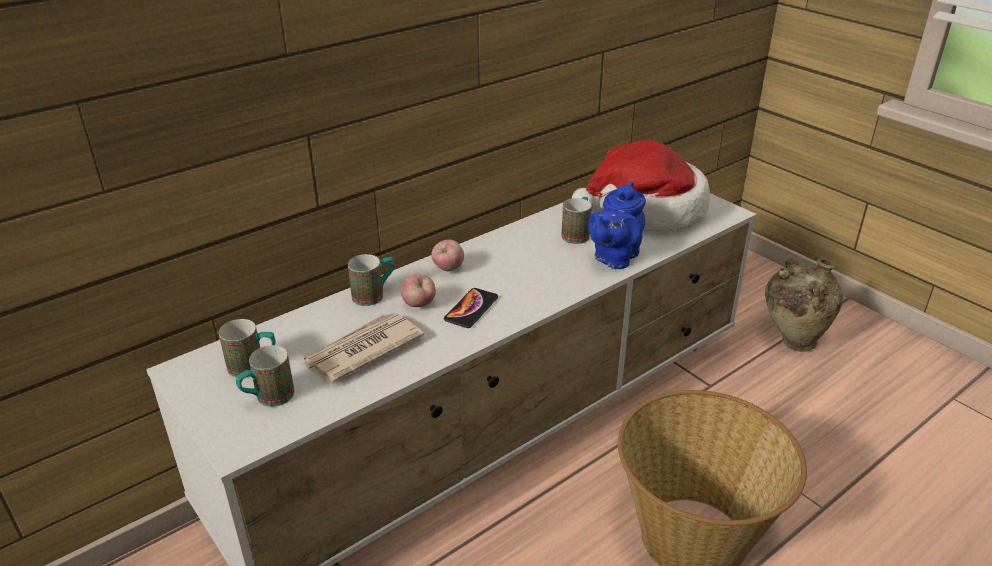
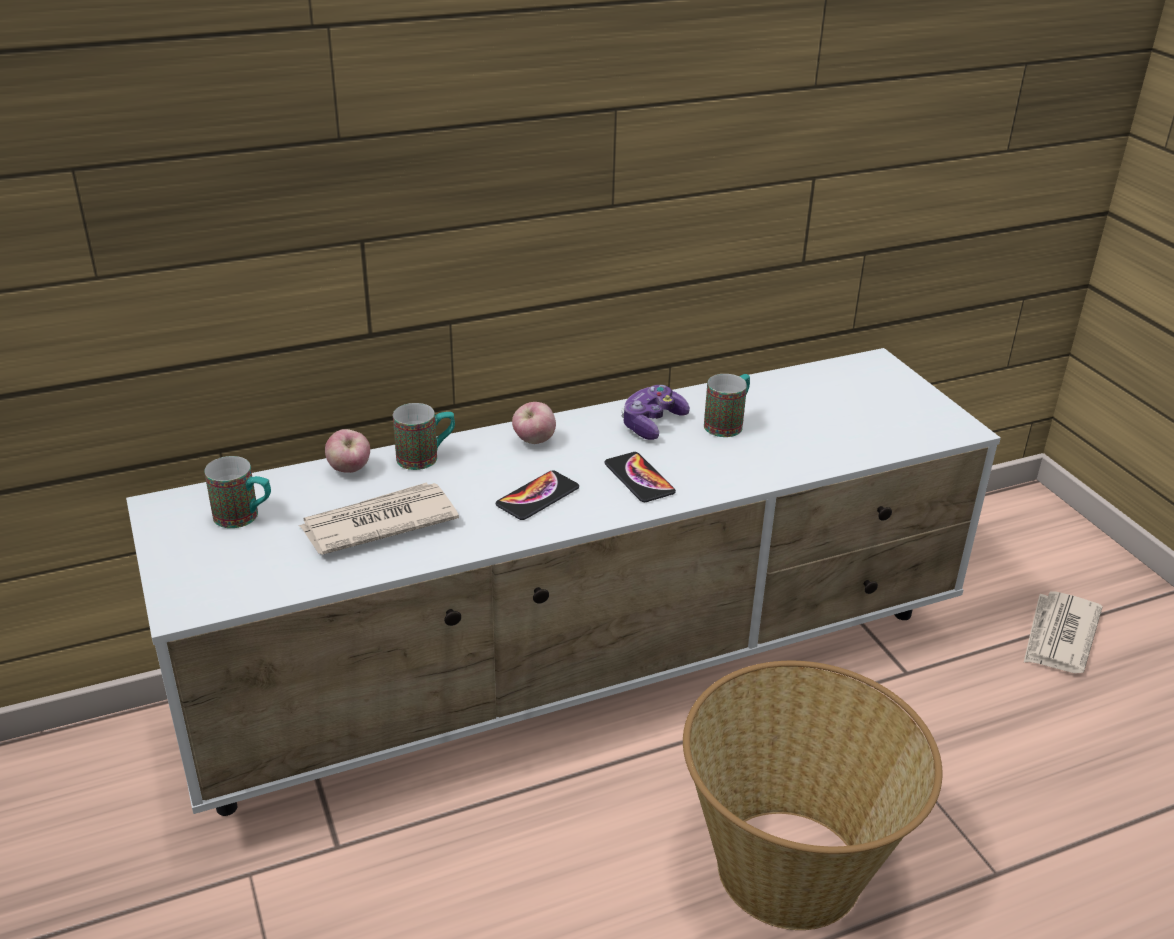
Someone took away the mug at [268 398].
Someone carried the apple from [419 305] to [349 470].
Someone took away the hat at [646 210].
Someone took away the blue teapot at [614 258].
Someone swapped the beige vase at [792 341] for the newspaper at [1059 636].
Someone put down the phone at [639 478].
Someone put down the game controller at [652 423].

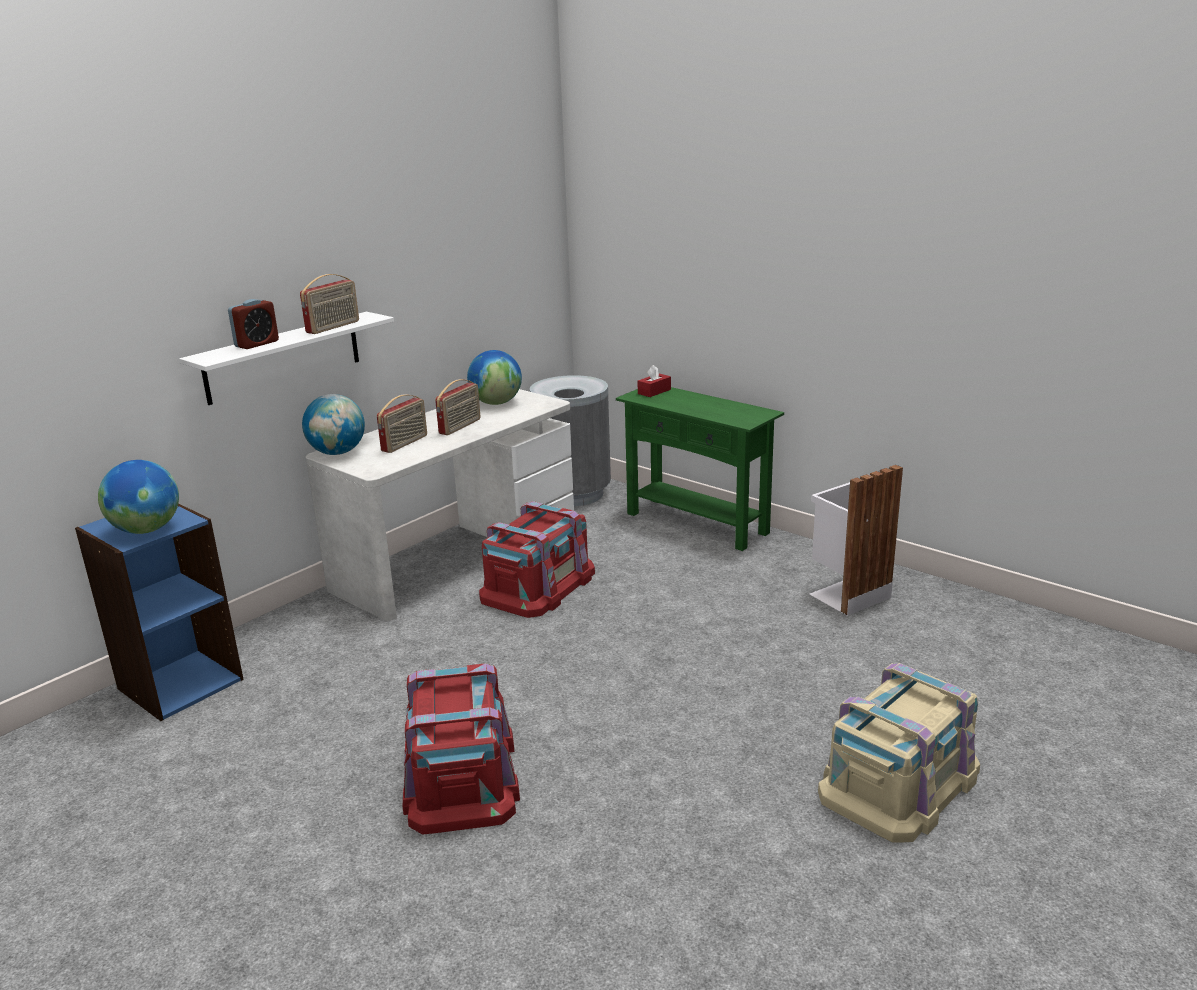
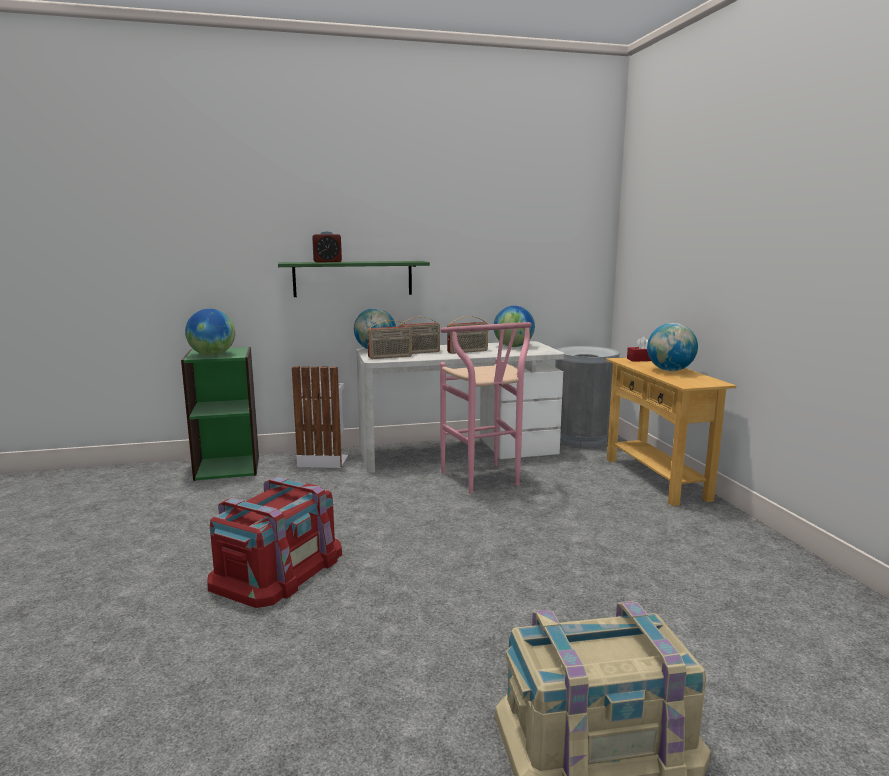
Someone repainted the blue bookcase at [180 683], which became the green bookcase at [228 467].
Someone repainted the white shelf at [283 357], which became the green shelf at [353 278].
Someone carried the radio from [333 327] to [390 357].
Someone swapped the red storage box at [538 585] for the pink stool at [485 481].
Someone repainted the green console table at [696 523], which became the beige console table at [655 478].
Someone carried the white trash can from [846 594] to [323 459].
Someone put down the globe at [670 370].

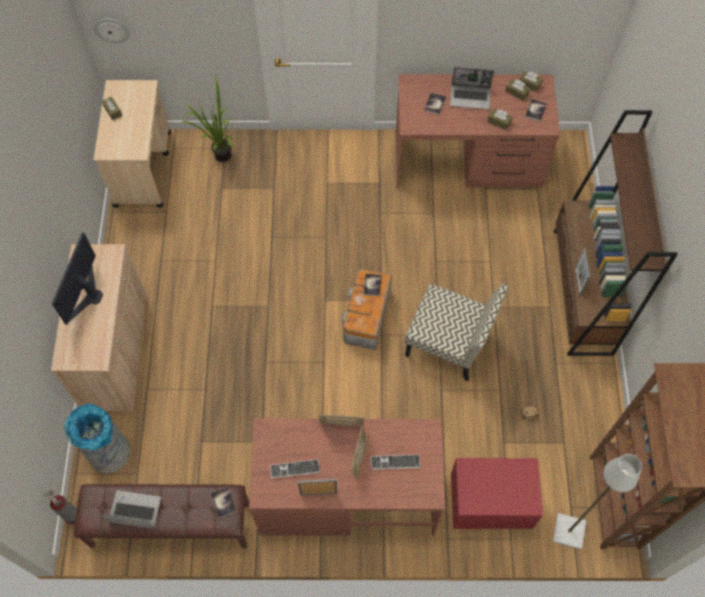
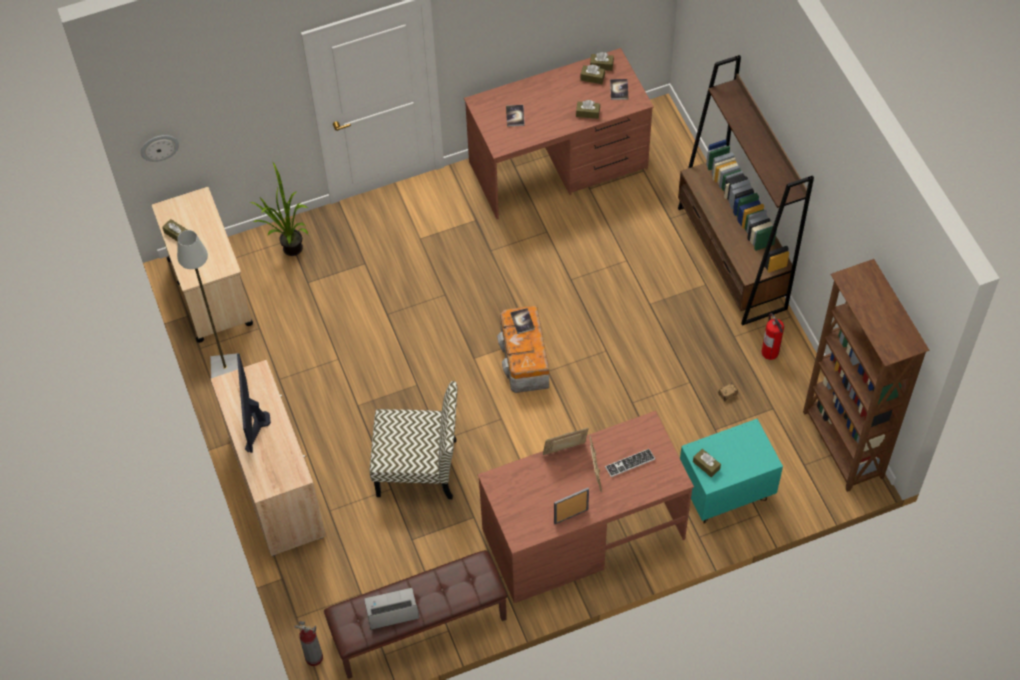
Someone took away the grey trash can at [109 452].
Someone took away the book at [223 502].
Someone took away the keyboard at [295 469].
Someone carried the chair from [449 343] to [419 467].
Someone took away the laptop at [470 97].
Someone repainted the red nightstand at [487 506], which became the turquoise nightstand at [725 494].
Someone carried the grey floor lamp from [568 530] to [225 368].
Someone took away the picture frame at [578 281].
Someone put down the brown tissue box at [706 465].
Someone put down the fire extinguisher at [769 352].

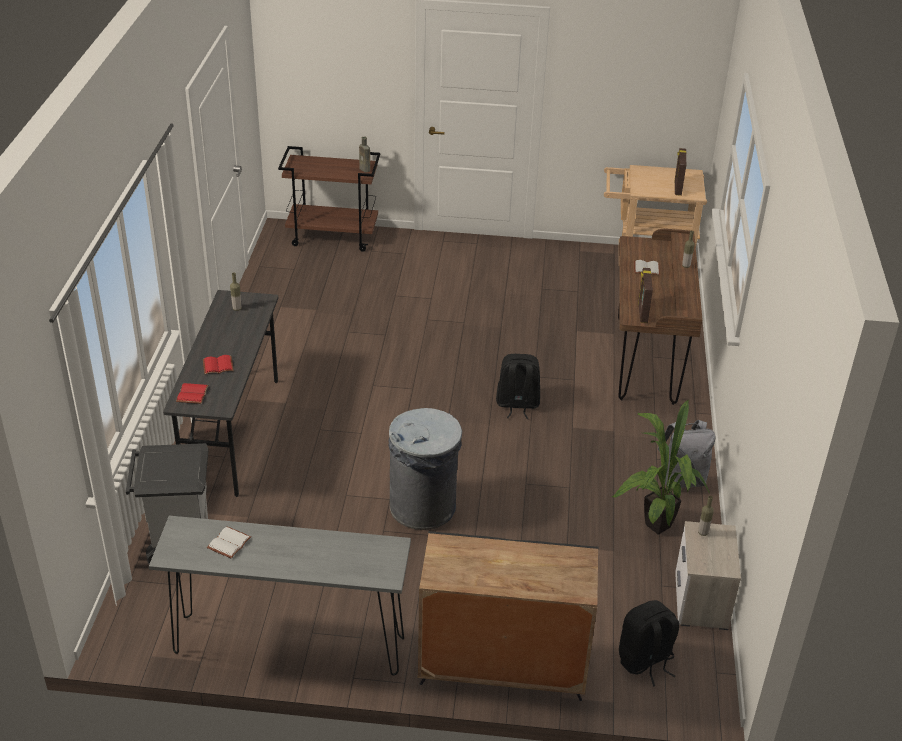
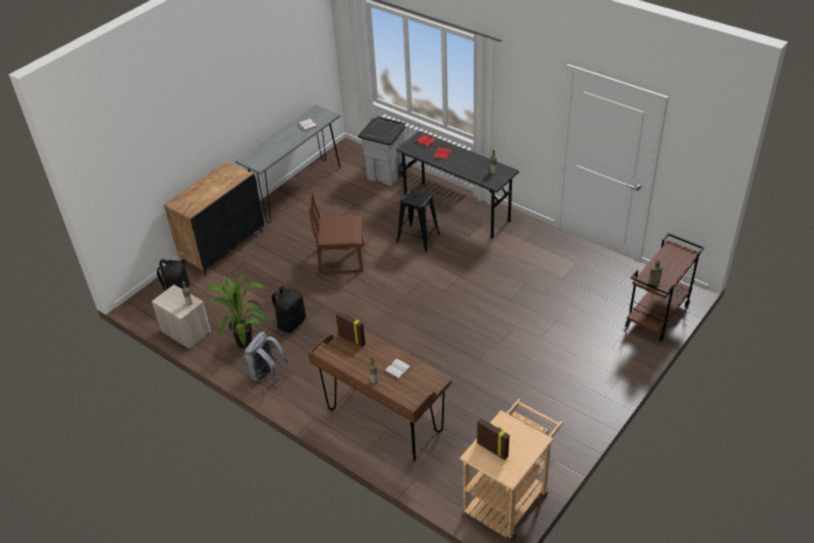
Someone swapped the grey trash can at [423 507] for the brown chair at [341 259].
Someone carried the black backpack from [517 404] to [291 323].
Someone put down the black stool at [418 238].

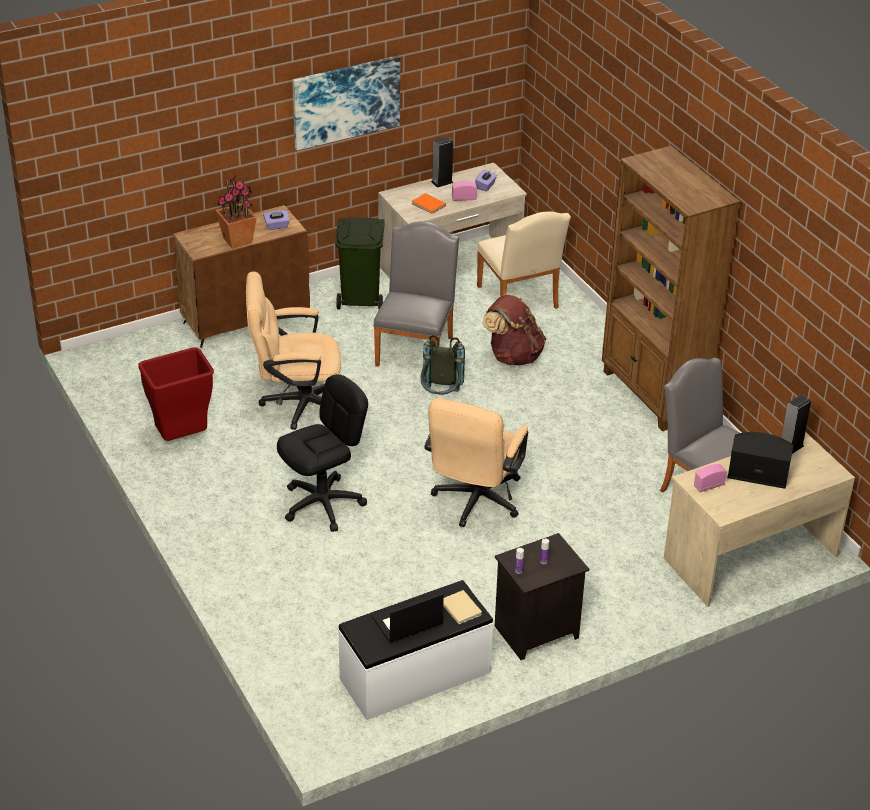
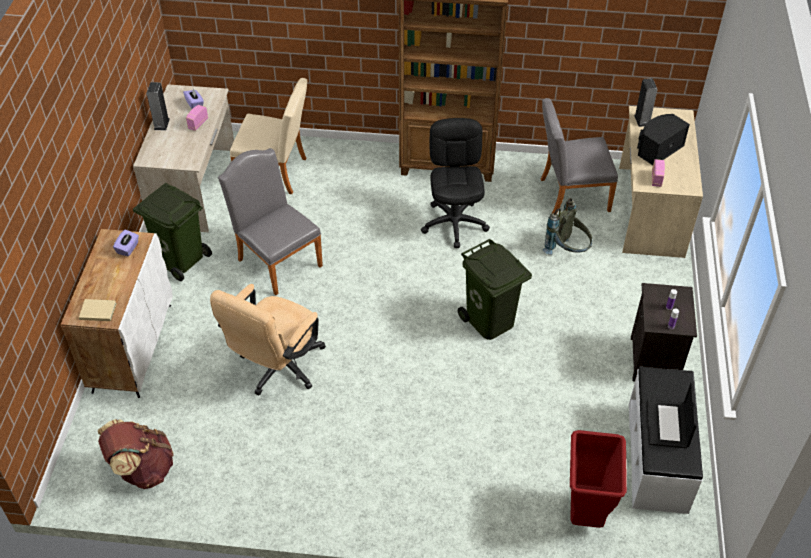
Someone carried the red trash can from [182 439] to [586 513].
Someone repainted the brown cabinet at [246 319], which became the white cabinet at [132 347].
Someone took away the potted plant at [237 240].
Someone carried the black office chair from [323 504] to [454 223].
Someone took away the picture at [346 101].
Someone took away the orange book at [428 205].
Someone carried the grey backpack from [440 397] to [567 251].
Someone swapped the beige office chair at [474 503] for the green trash can at [489 321].
Someone carried the beige book from [461 608] to [97 311].
Someone carried the brown backpack from [513 355] to [142 469].

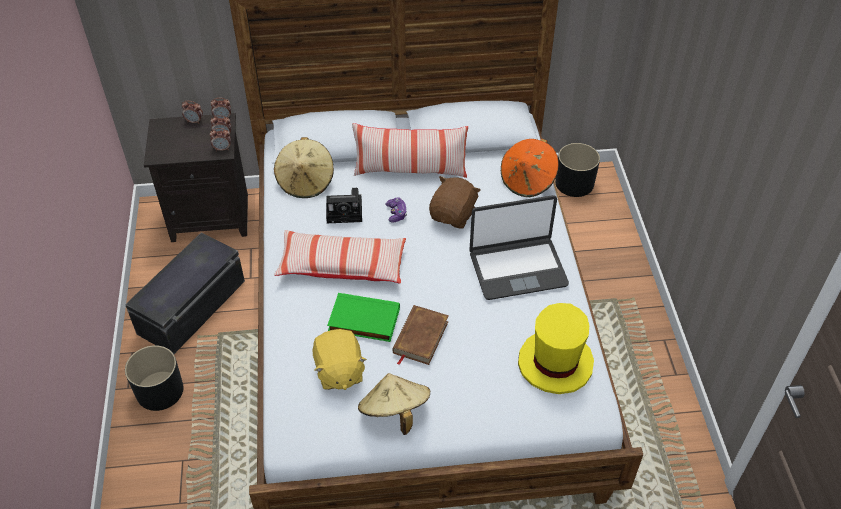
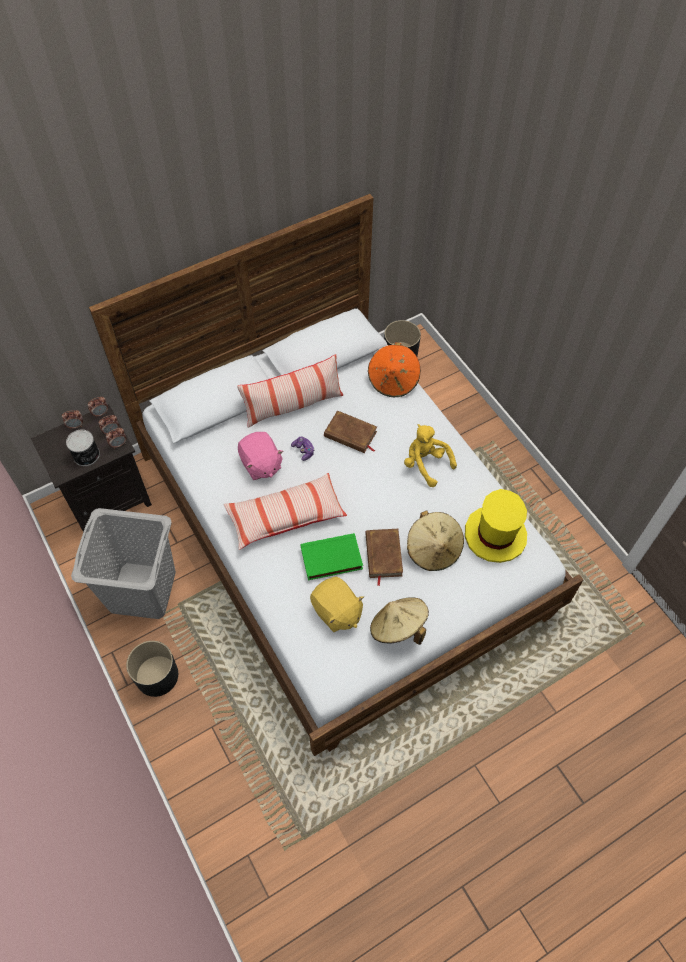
Someone swapped the black storage box at [193 307] for the grey laundry basket at [142 589].
Someone carried the beige hat from [306 182] to [433 549].
Someone swapped the photo camera at [346 211] for the pink plush toy at [260 464].
Someone swapped the brown plush toy at [453 215] for the brown book at [350 434].
Someone swapped the laptop at [517 268] for the yellow plush toy at [425 464].
Someone put down the can at [86 455].

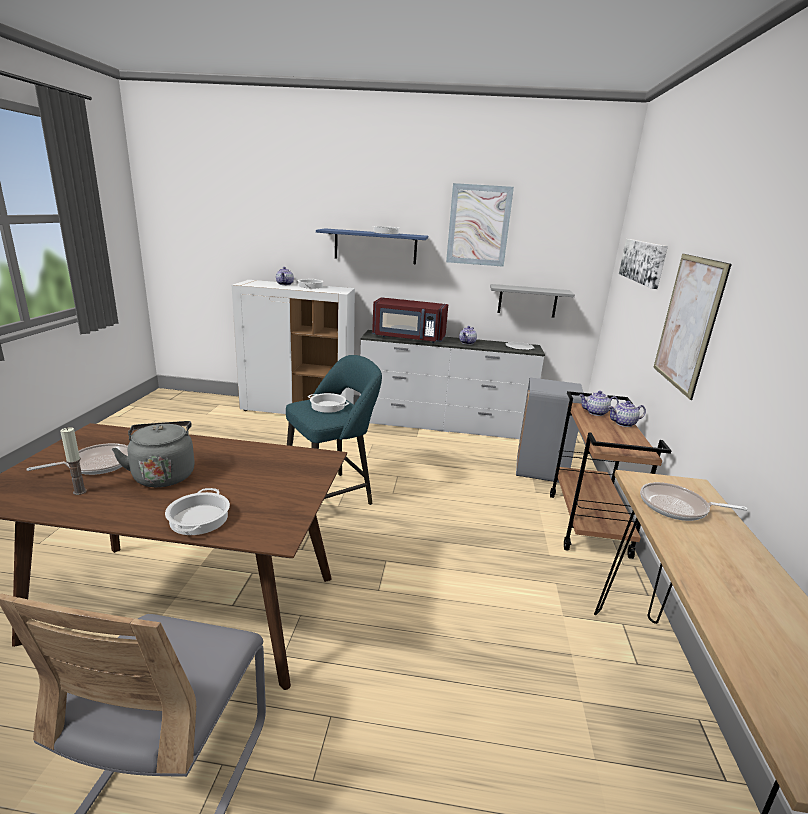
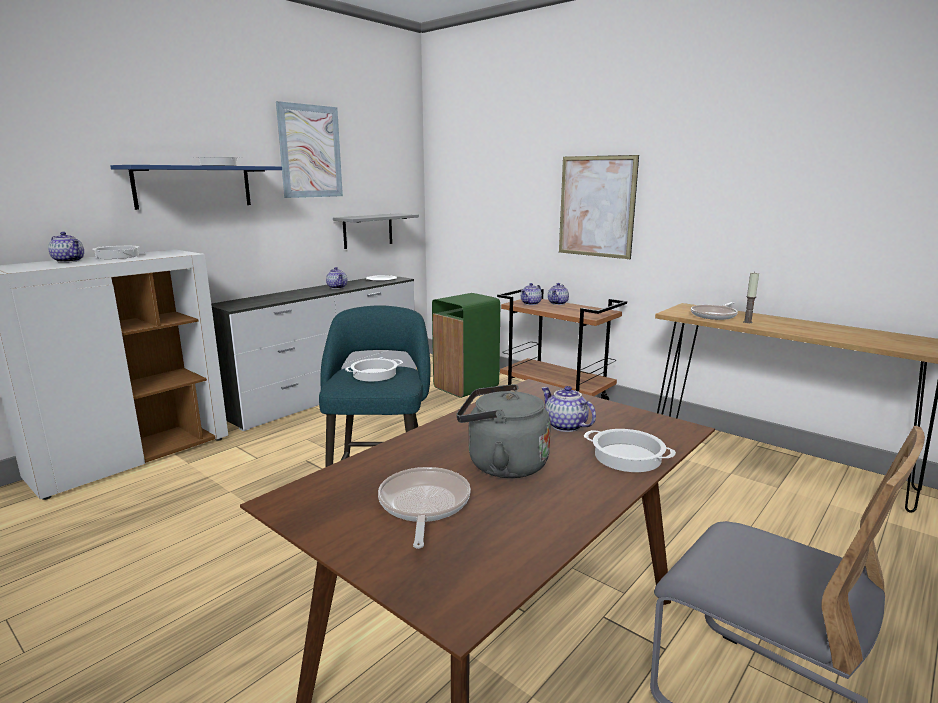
Someone carried the candle from [79 491] to [747 322].
Someone took away the red microwave at [408 338].
Someone repainted the grey trash can at [541 471], which became the green trash can at [467 387].
Someone took away the picture at [643 261].
Someone put down the teapot at [564 426].

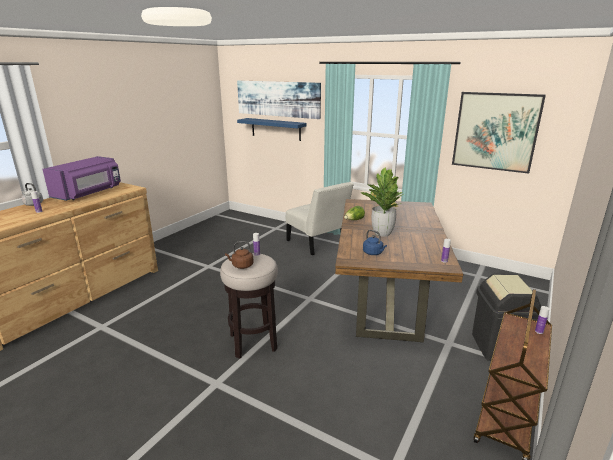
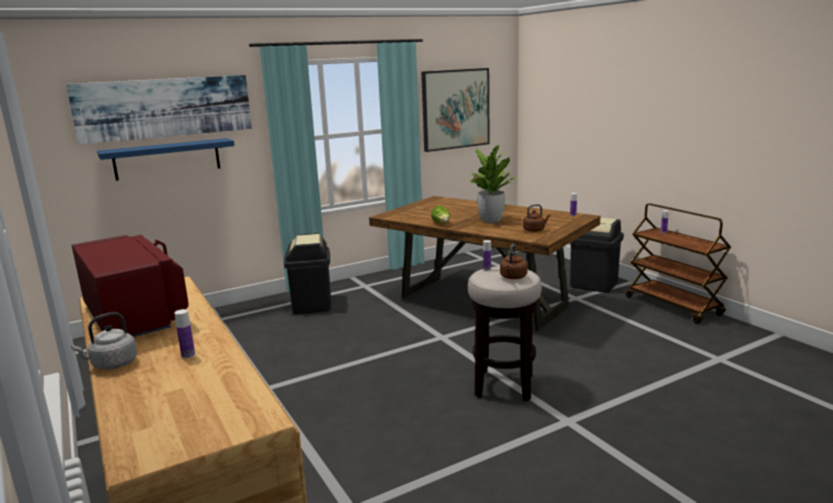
Someone repainted the purple microwave at [89 193], which became the red microwave at [136 315].
Someone swapped the white chair at [317 244] for the black trash can at [312 305].
Someone repainted the blue kettle at [373 253], which became the brown kettle at [535 230].

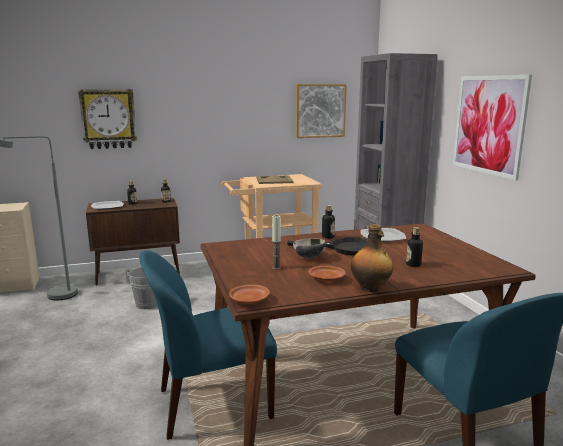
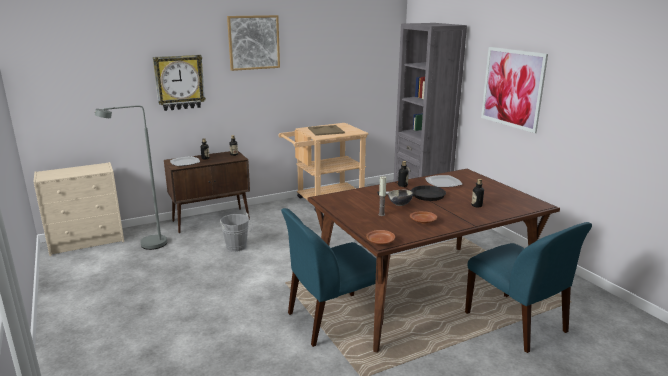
Someone carried the picture from [320 111] to [253 42].
Someone took away the bottle at [370 288].

